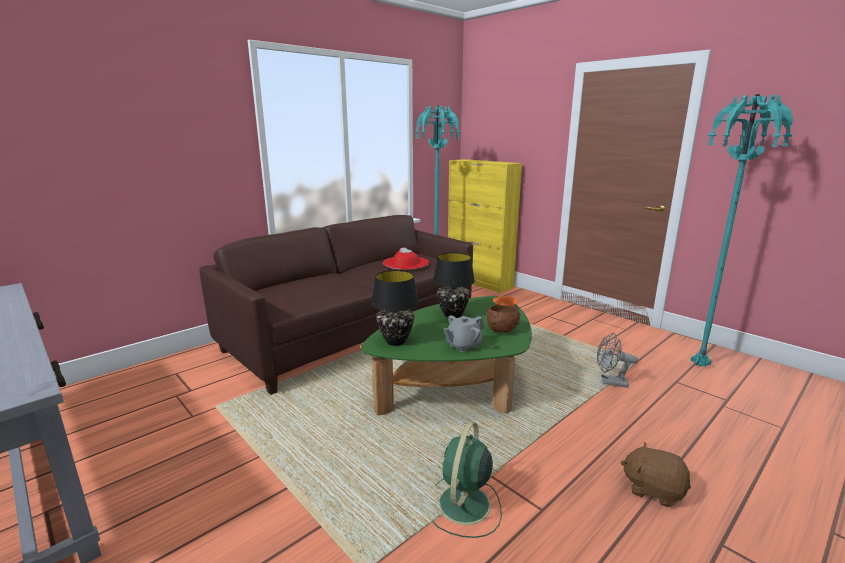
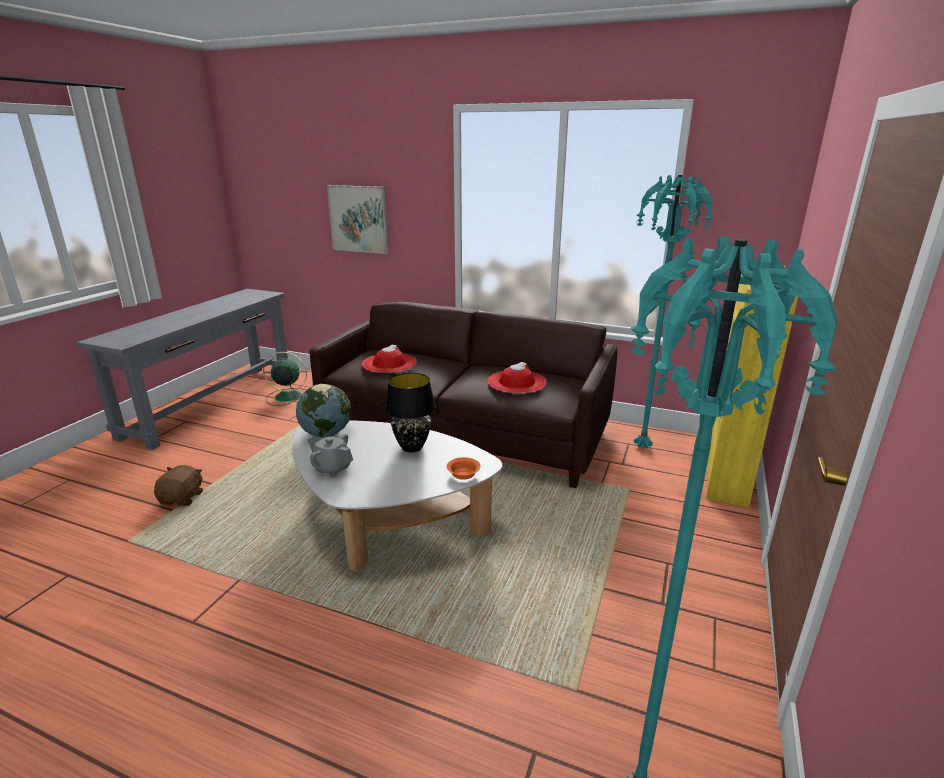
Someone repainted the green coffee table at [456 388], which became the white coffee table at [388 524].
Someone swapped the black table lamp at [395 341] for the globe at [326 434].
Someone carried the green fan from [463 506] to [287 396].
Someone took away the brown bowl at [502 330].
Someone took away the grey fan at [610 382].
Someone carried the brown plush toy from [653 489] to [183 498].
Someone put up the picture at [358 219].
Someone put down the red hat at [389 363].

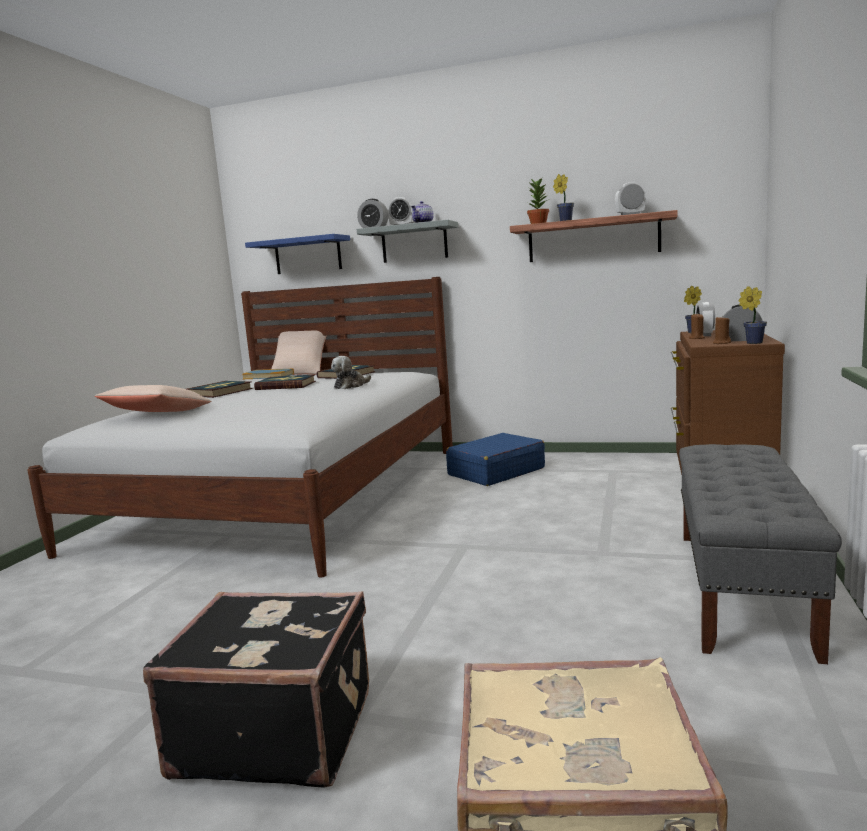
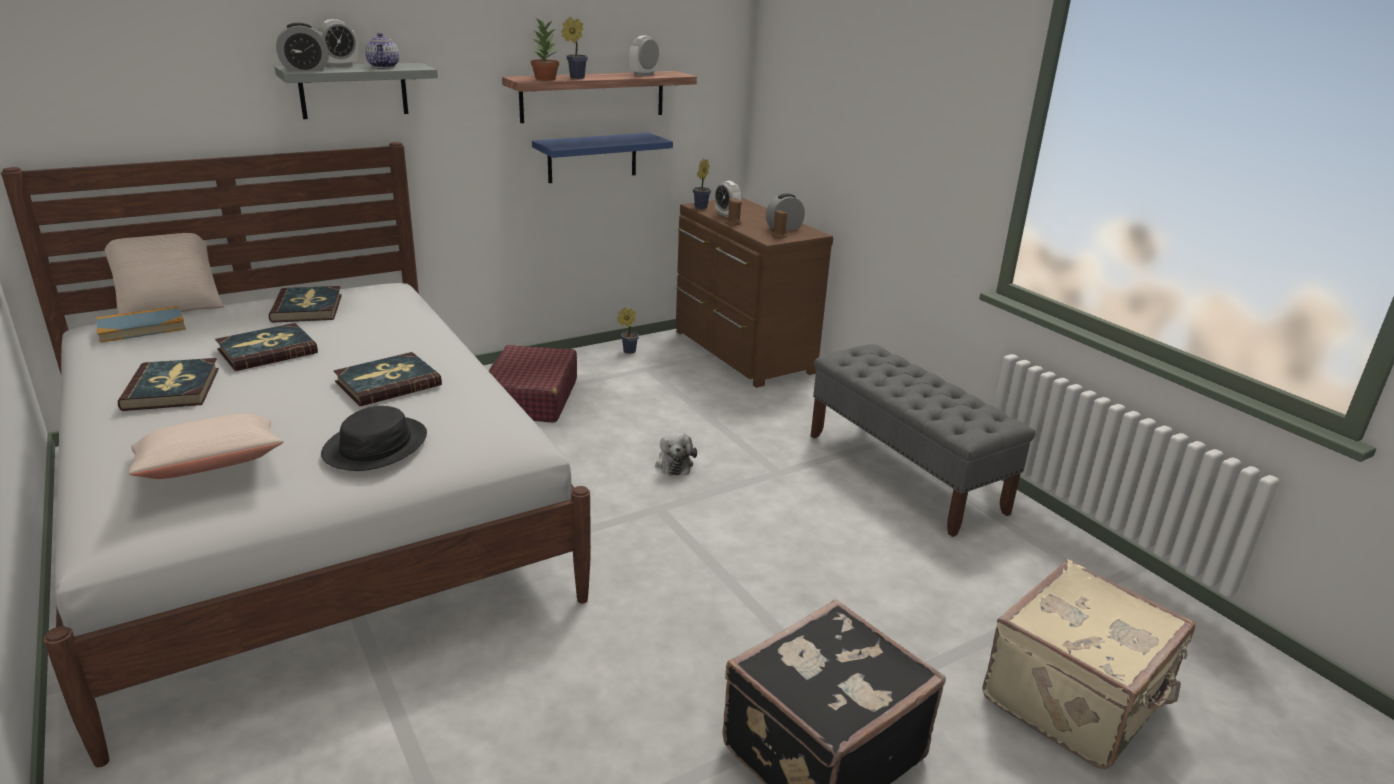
Someone carried the blue shelf from [308 255] to [592 157].
Someone carried the plush toy from [351 386] to [674 463].
Someone repainted the blue suitcase at [495 472], which became the red suitcase at [530 398].
Someone carried the potted plant from [752 343] to [627 351].
Someone put down the black hat at [376 445].
Someone put down the book at [388 383].

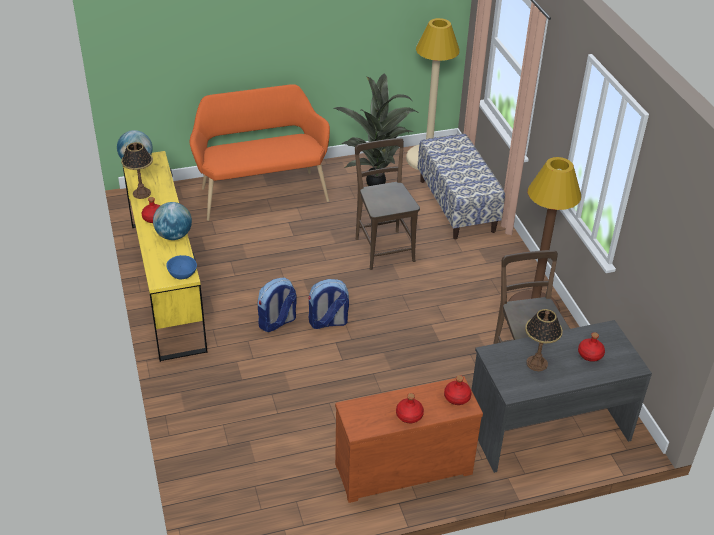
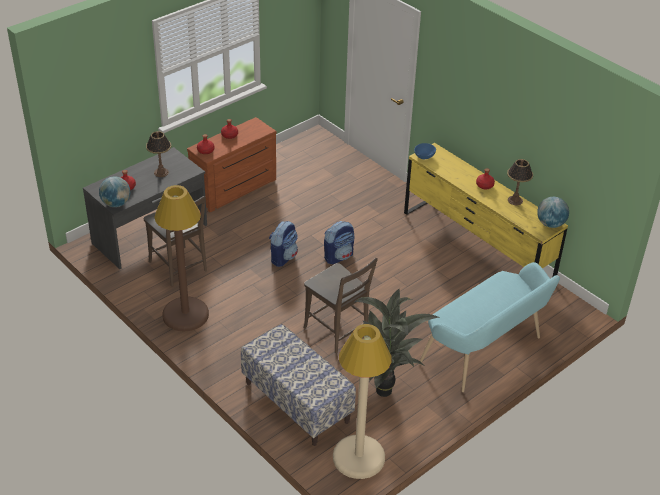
Someone carried the globe from [174 235] to [116 204].
Someone repainted the orange bench at [261 192], which became the turquoise bench at [485 352].
Someone carried the backpack from [277 322] to [283 257].

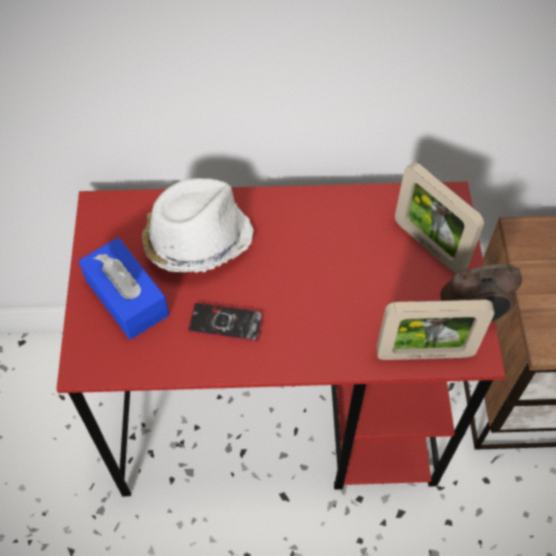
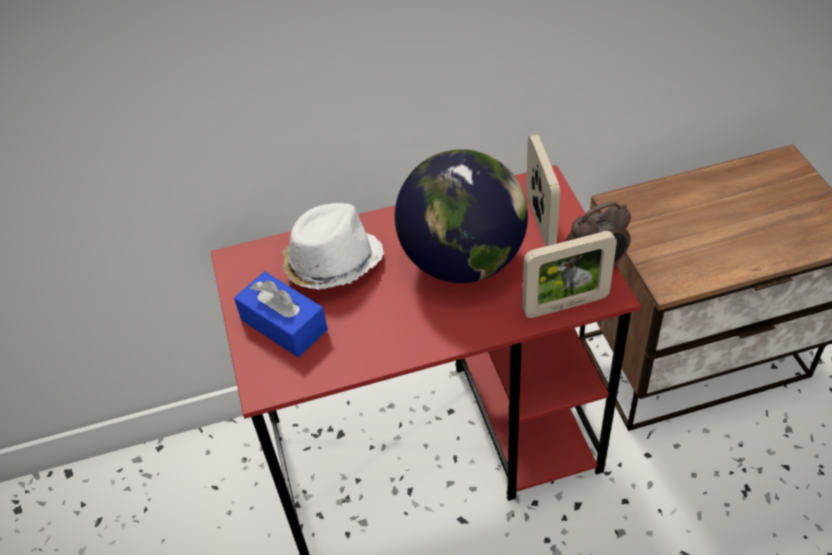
Someone took away the phone at [226 323].
Someone rotated the picture frame at [429 246] by 135 degrees counterclockwise.
Someone put down the globe at [463 261].

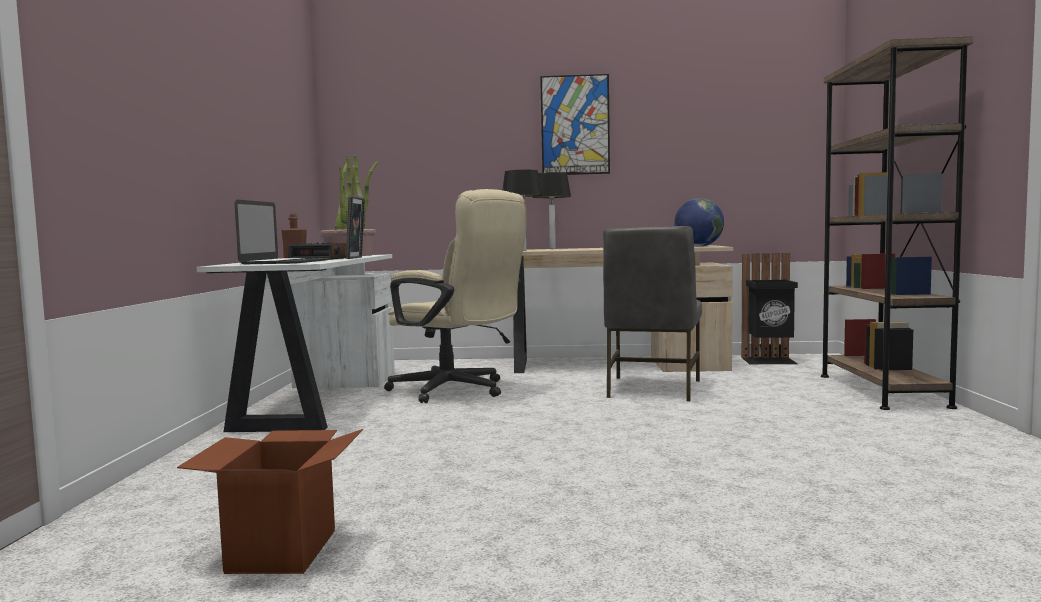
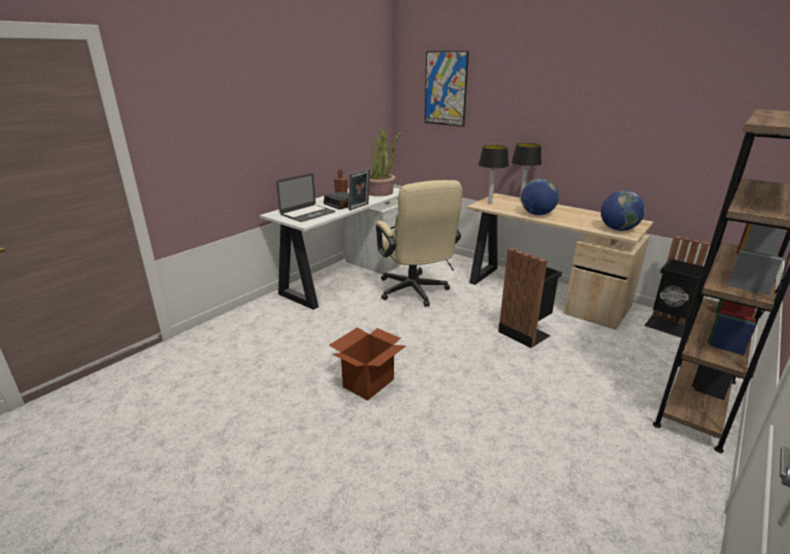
Someone carried the cardboard box from [282 550] to [368 383].
Someone carried the picture from [575 125] to [445 89].
Someone swapped the grey chair at [652 389] for the black trash can at [525 332].
Someone put down the globe at [537 214].

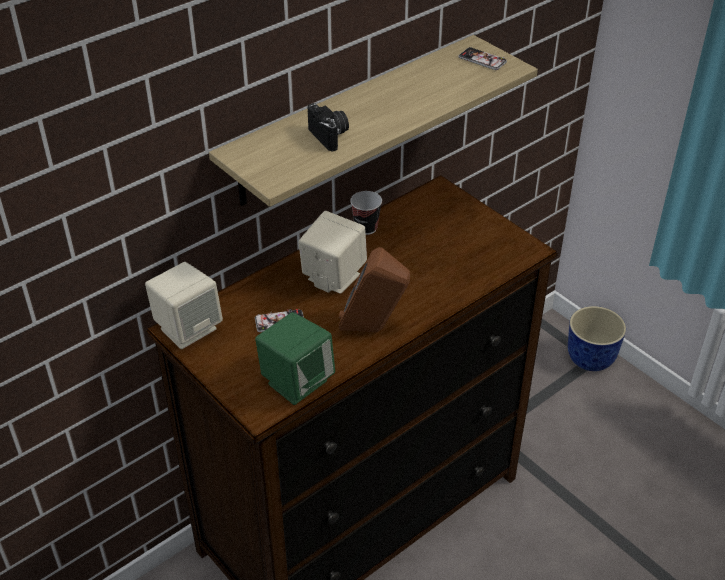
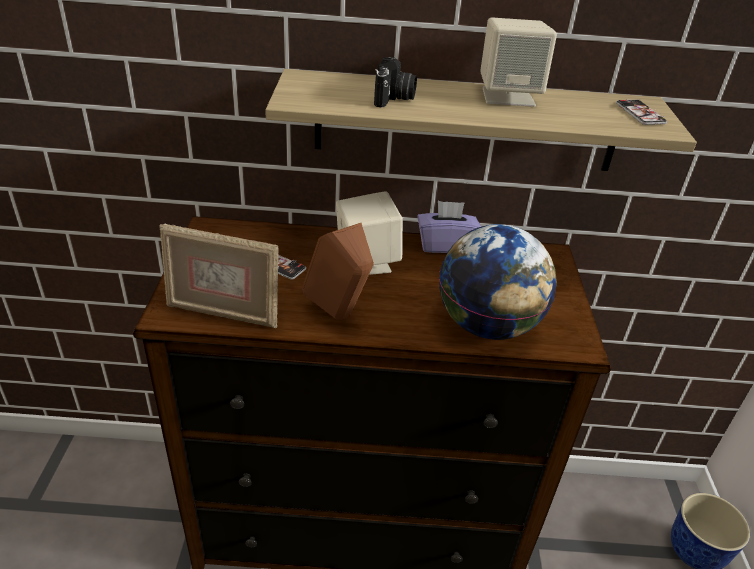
Someone carried the beige speaker from [188 328] to [508 96].
Someone swapped the green speaker at [297 382] for the picture frame at [223 313].
Someone swapped the cup at [366 228] for the purple tissue box at [445 245].
Someone put down the globe at [487 326].

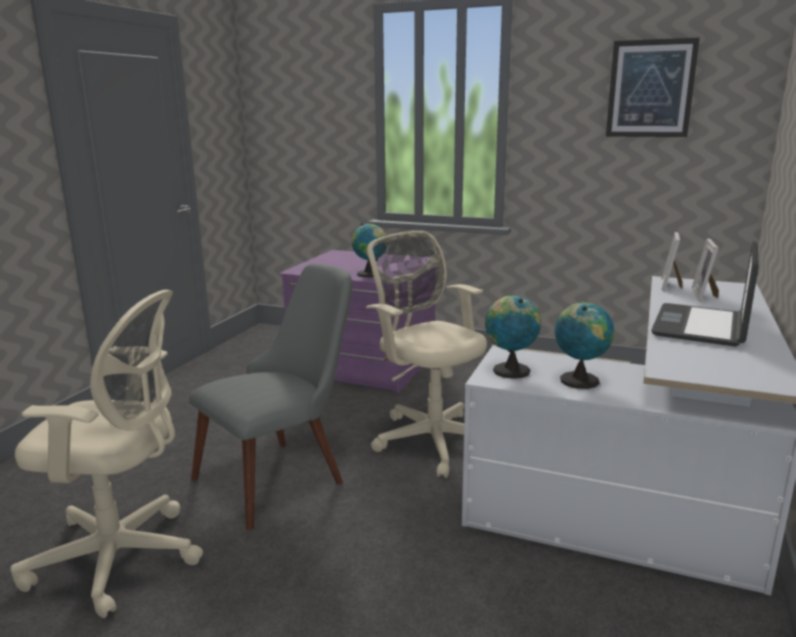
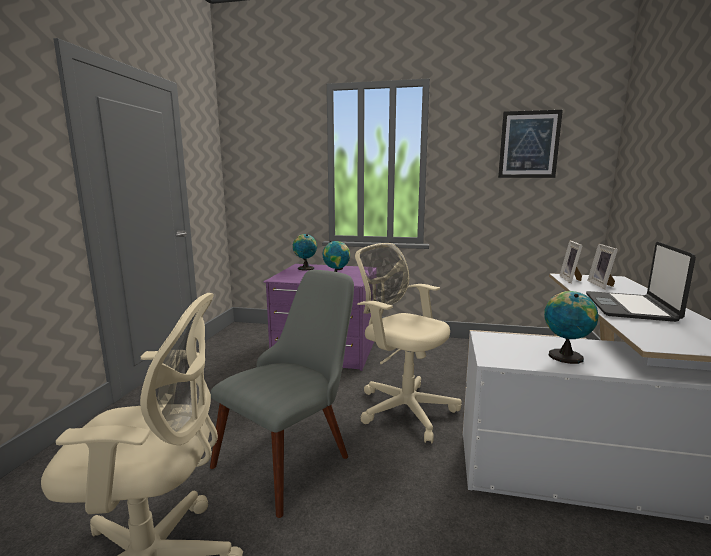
Someone carried the globe from [509 370] to [305 268].

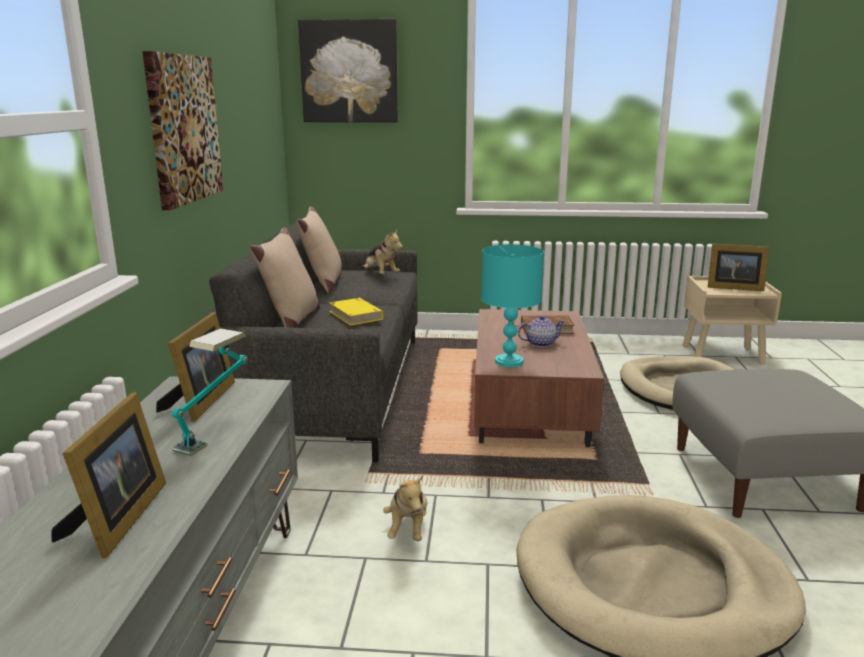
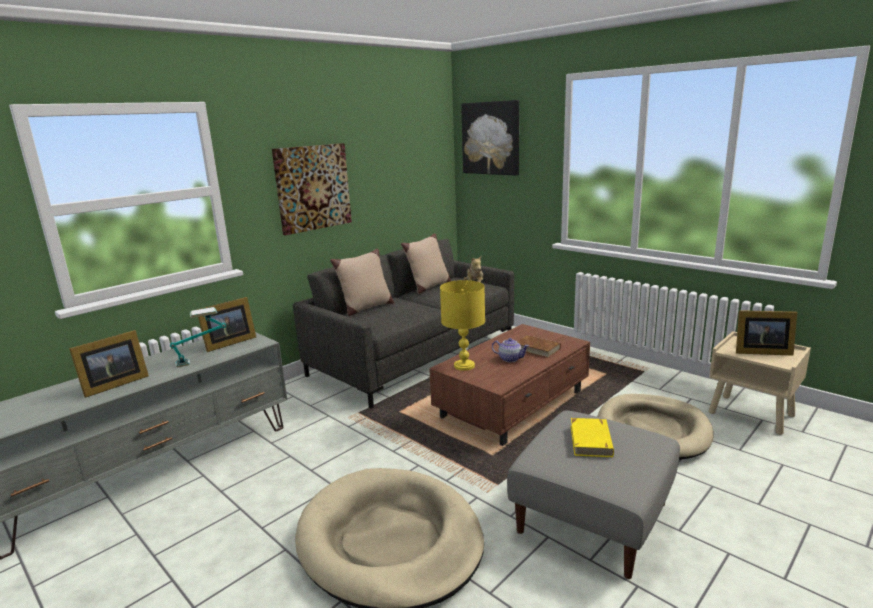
Someone carried the yellow book from [356 315] to [591 441].
Someone took away the plush toy at [408 528].
Someone repainted the turquoise table lamp at [508 361], which became the yellow table lamp at [464 365].
Someone rotated the picture frame at [732 287] by 45 degrees counterclockwise.

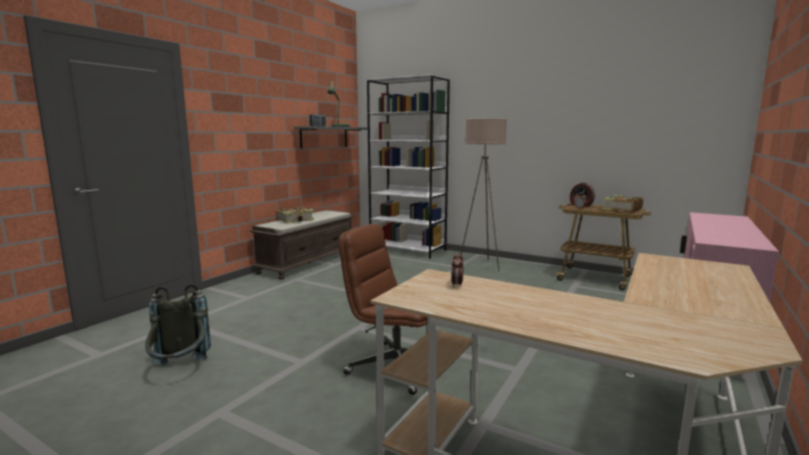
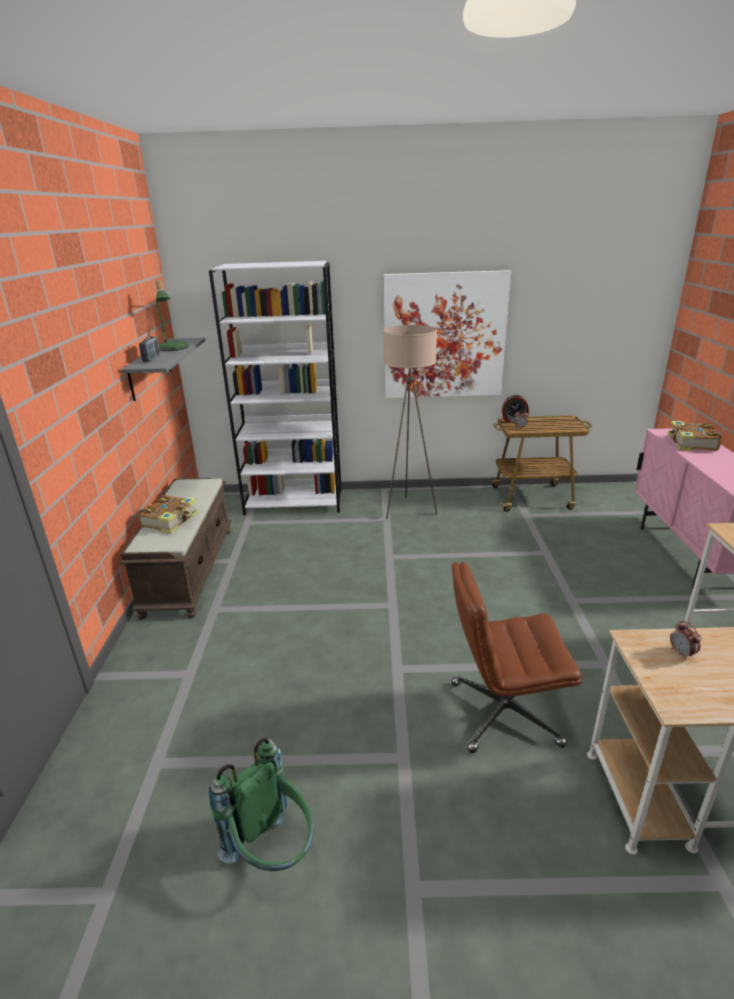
Someone repainted the grey backpack at [180 370], which became the green backpack at [273 853].
Someone carried the book from [621 209] to [691 444].
Someone put up the picture at [444 336].

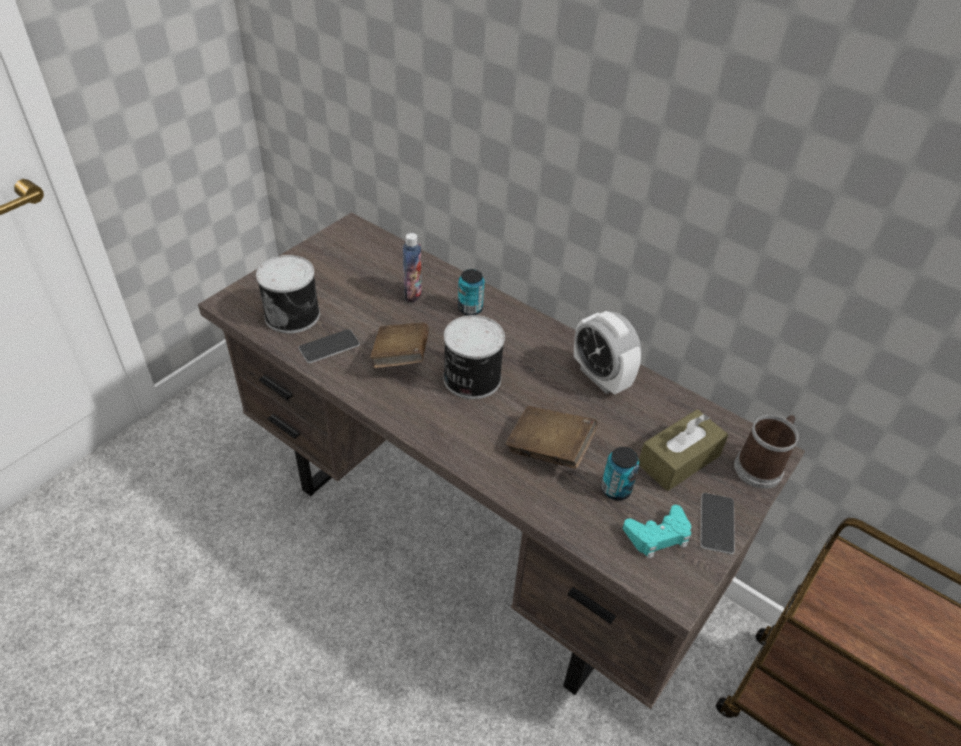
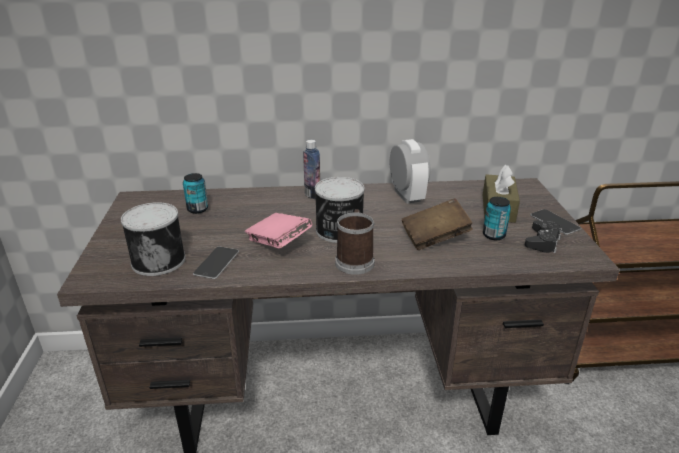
Someone repainted the brown book at [401 358], which became the pink book at [278 243].
Someone carried the bottle from [413 294] to [312 195].
Someone carried the can from [470 309] to [197 209].
Someone rotated the alarm clock at [600 377] by 120 degrees counterclockwise.
Someone repainted the turquoise game controller at [658 535], which became the black game controller at [542 241].
Someone carried the mug from [761 466] to [355 260].

